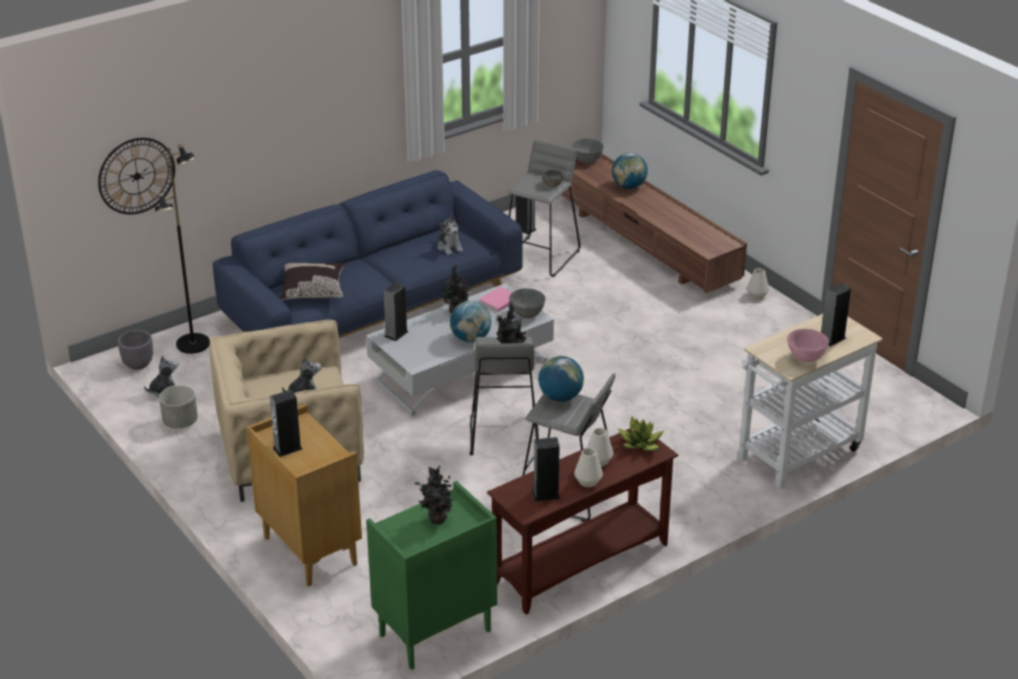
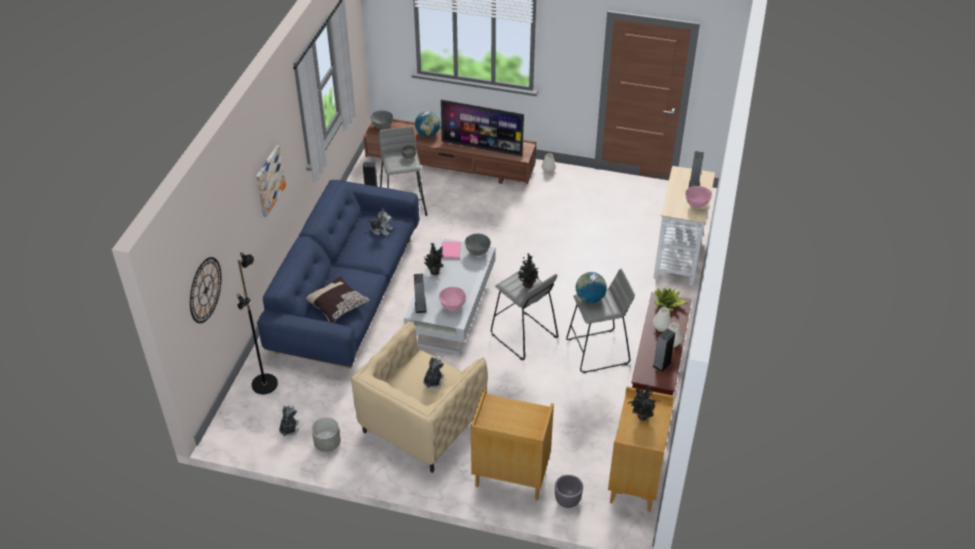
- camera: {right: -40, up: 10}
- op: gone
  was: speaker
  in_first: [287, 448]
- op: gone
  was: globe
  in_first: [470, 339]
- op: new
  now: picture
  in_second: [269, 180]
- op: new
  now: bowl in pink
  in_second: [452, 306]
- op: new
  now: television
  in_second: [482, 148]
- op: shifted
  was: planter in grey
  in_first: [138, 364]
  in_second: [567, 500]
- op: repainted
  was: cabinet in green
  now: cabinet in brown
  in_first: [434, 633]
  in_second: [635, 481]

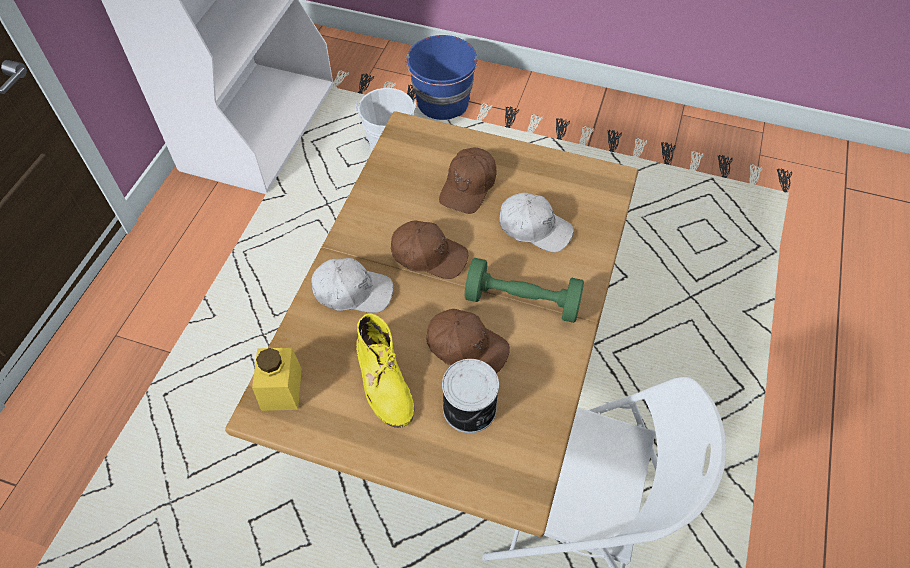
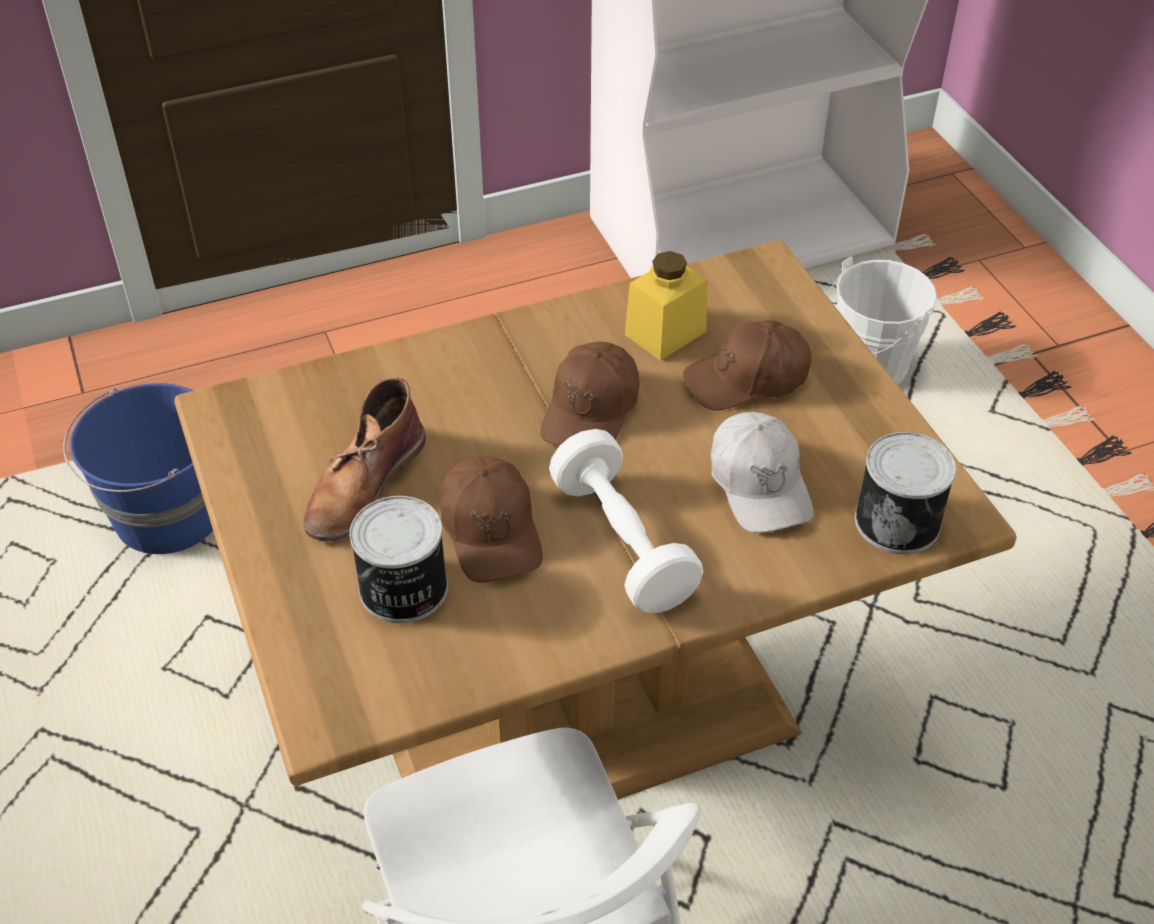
- camera: {right: 50, up: -10}
- op: gone
  was: cap in white
  in_first: [352, 291]
- op: new
  now: can
  in_second: [898, 520]
- op: shifted
  was: jar in yellow
  in_first: [281, 389]
  in_second: [665, 333]
- op: shifted
  was: bucket in blue
  in_first: [443, 103]
  in_second: [166, 516]
- op: repainted
  was: boot in yellow
  now: boot in brown
  in_first: [384, 380]
  in_second: [364, 484]
- op: repainted
  was: dumbbell in green
  now: dumbbell in white
  in_first: [522, 301]
  in_second: [622, 543]
- op: rotated
  was: cap in brown
  in_first: [428, 255]
  in_second: [591, 410]
  clockwise: 45

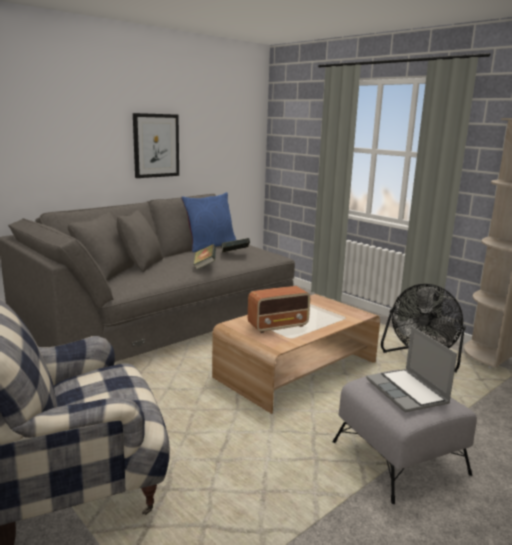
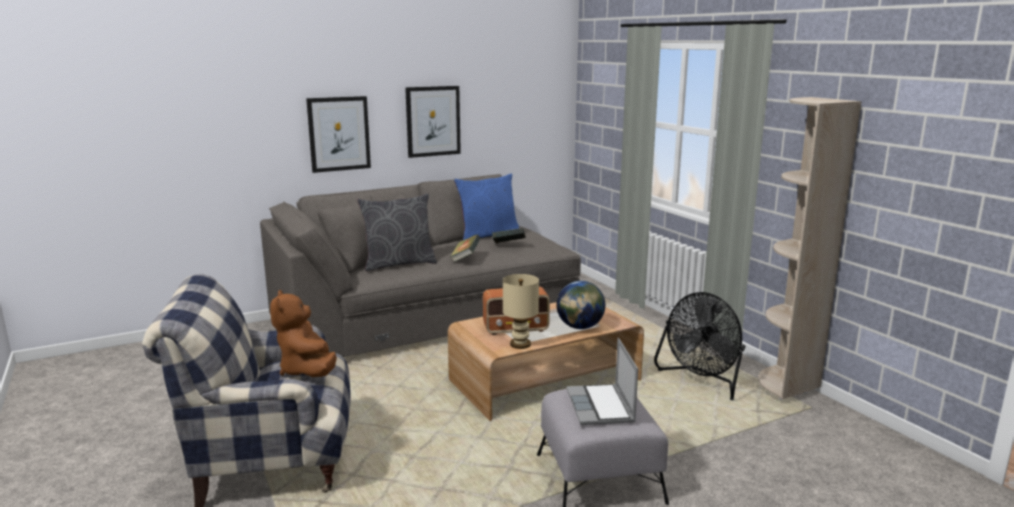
- camera: {right: 15, up: 0}
- op: new
  now: plush toy in brown
  in_second: [307, 370]
- op: new
  now: picture
  in_second: [339, 134]
- op: new
  now: pillow in grey
  in_second: [399, 264]
- op: new
  now: table lamp in beige
  in_second: [520, 344]
- op: new
  now: globe
  in_second: [580, 327]

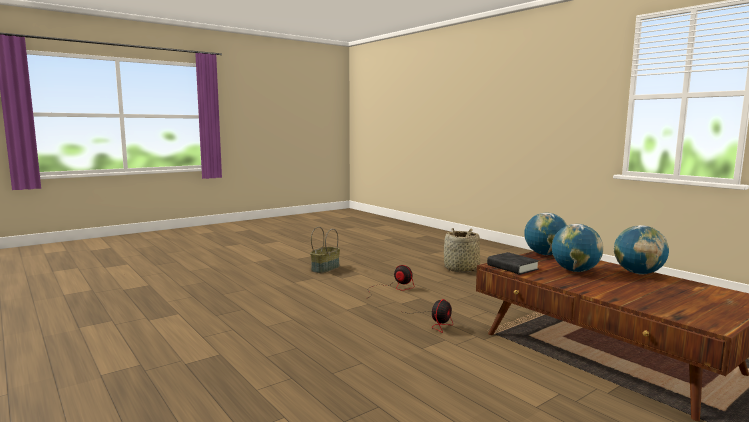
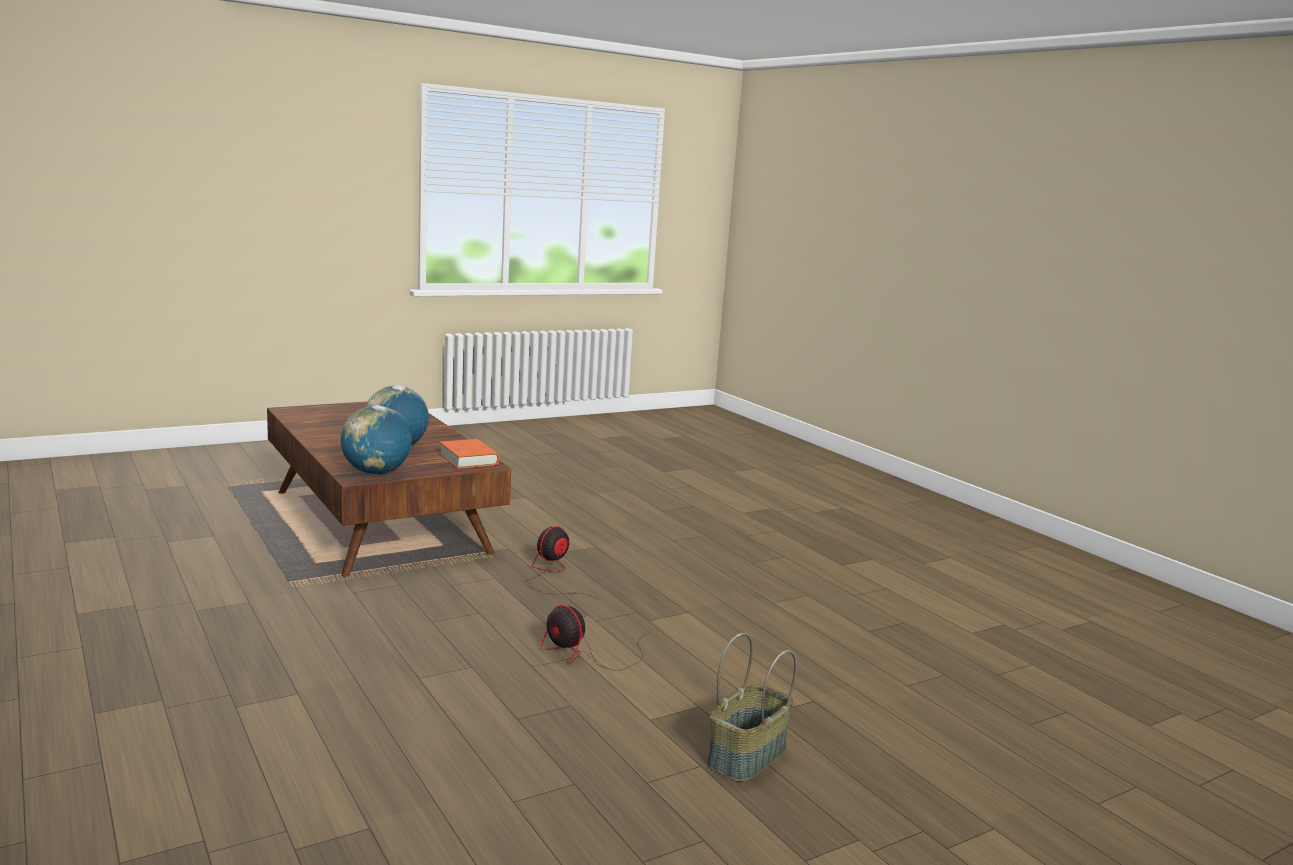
- camera: {right: -175, up: 5}
- op: gone
  was: basket
  in_first: [461, 269]
- op: gone
  was: globe
  in_first: [638, 273]
- op: repainted
  was: book in black
  now: book in orange
  in_first: [512, 267]
  in_second: [468, 459]

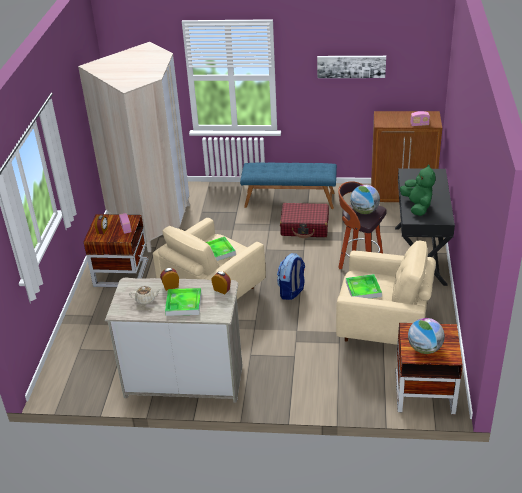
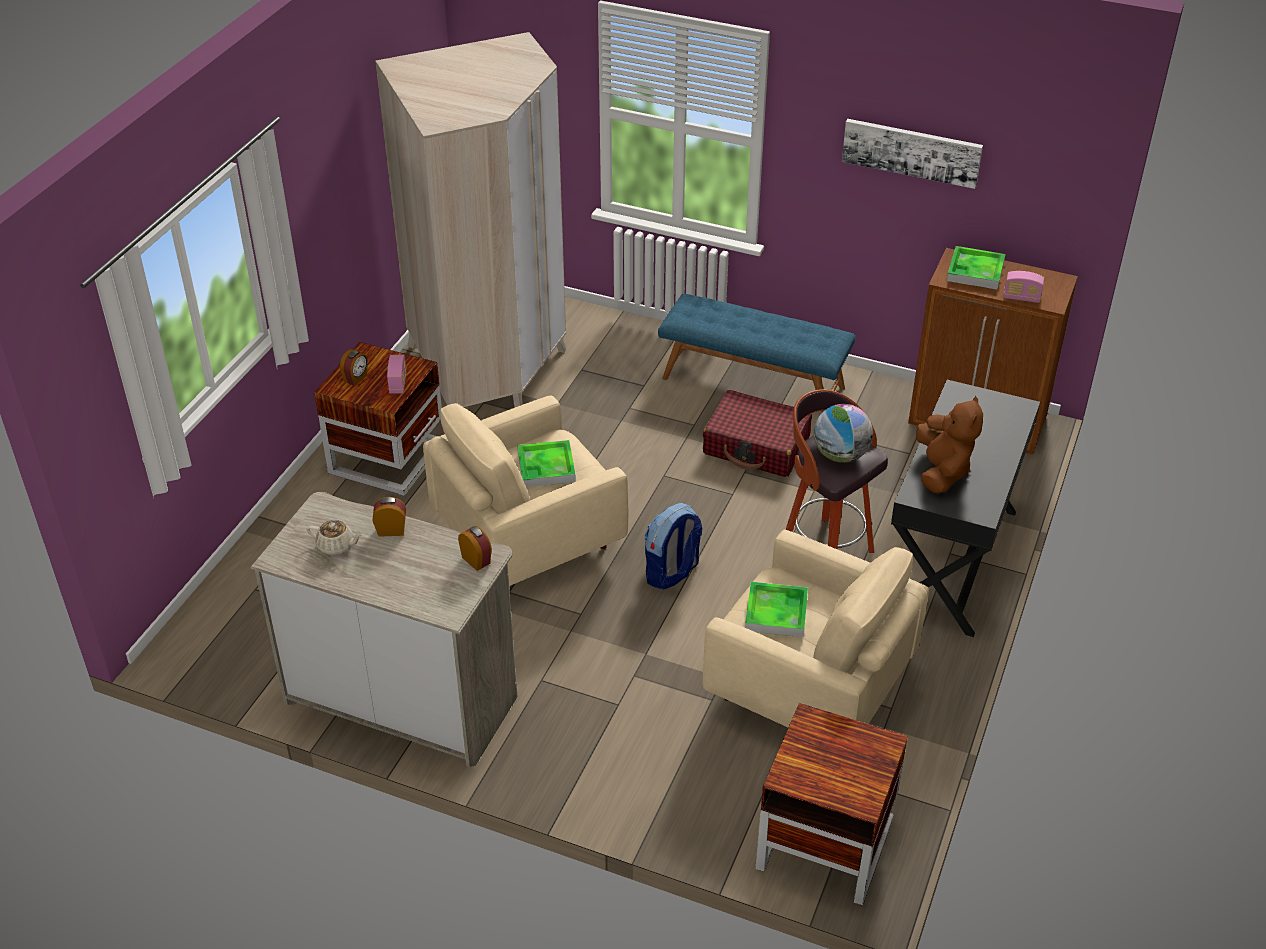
- camera: {right: 15, up: 5}
- op: gone
  was: globe
  in_first: [424, 349]
- op: shifted
  was: tray
  in_first: [183, 304]
  in_second: [975, 271]
- op: repainted
  was: plush toy in green
  now: plush toy in brown
  in_first: [417, 206]
  in_second: [942, 471]

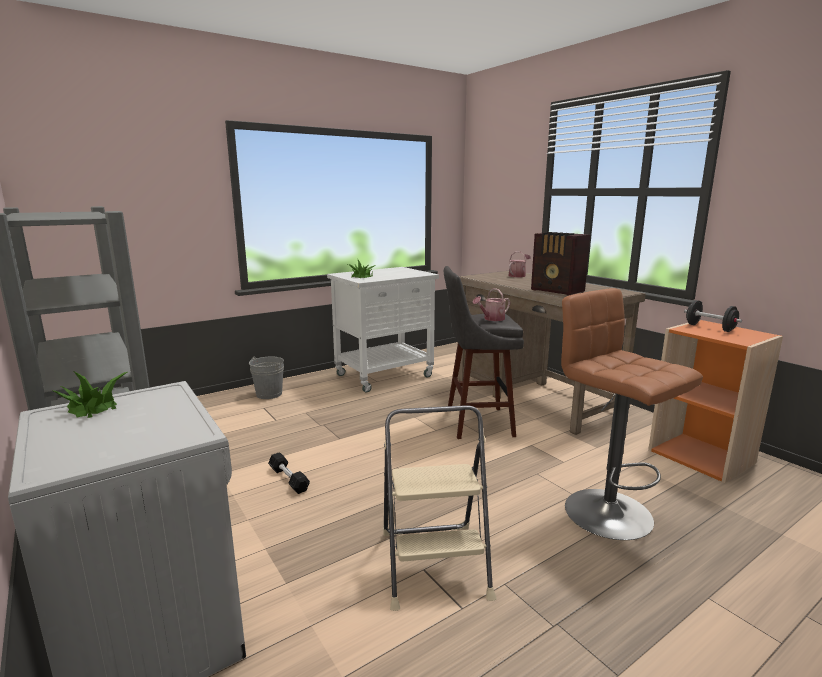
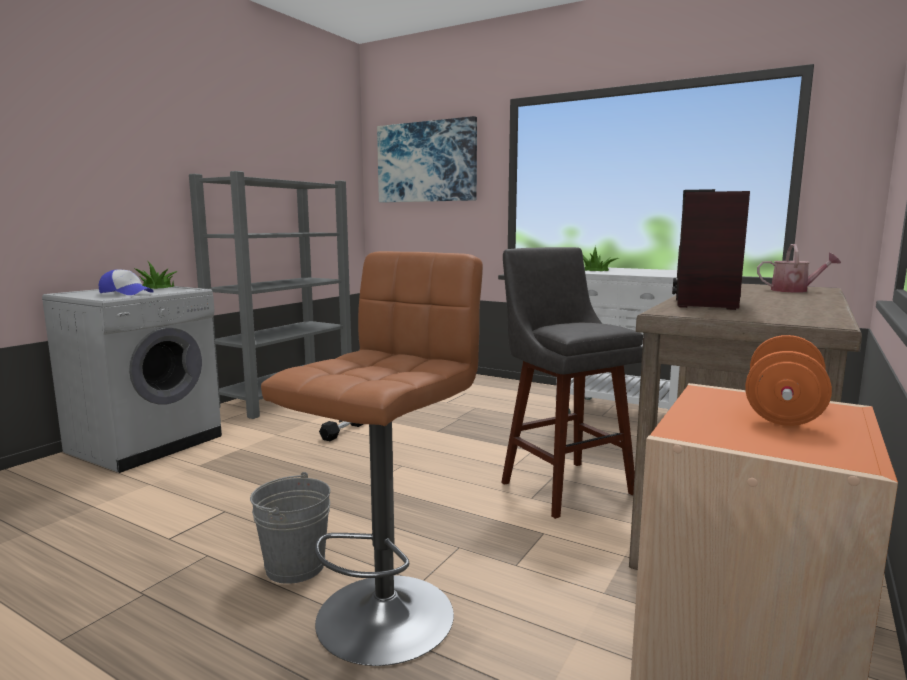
- camera: {right: 65, up: -5}
- op: gone
  was: step ladder in beige
  in_first: [434, 559]
- op: gone
  was: watering can
  in_first: [491, 319]
- op: new
  now: cap
  in_second: [126, 293]
- op: new
  now: picture
  in_second: [426, 162]
- op: shifted
  was: bucket in grey
  in_first: [269, 394]
  in_second: [295, 566]
- op: repainted
  was: dumbbell in black
  now: dumbbell in orange
  in_first: [709, 328]
  in_second: [783, 411]

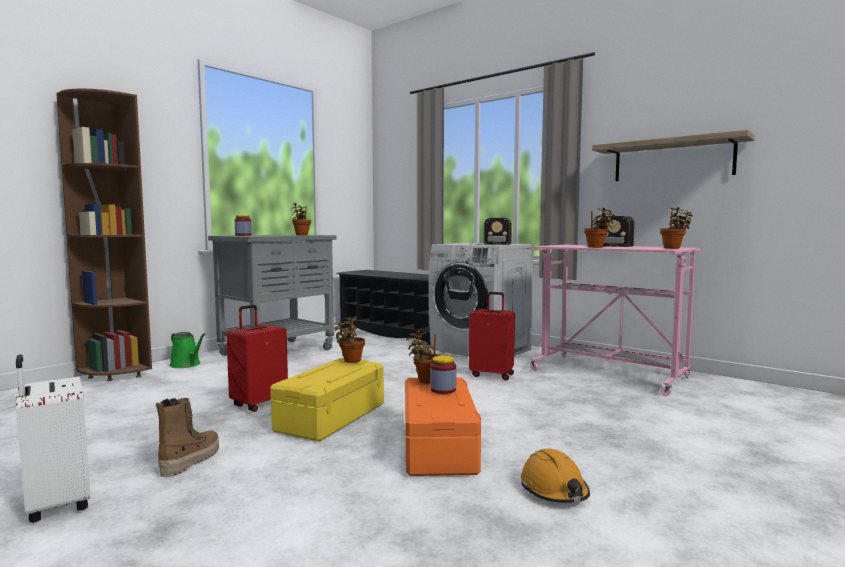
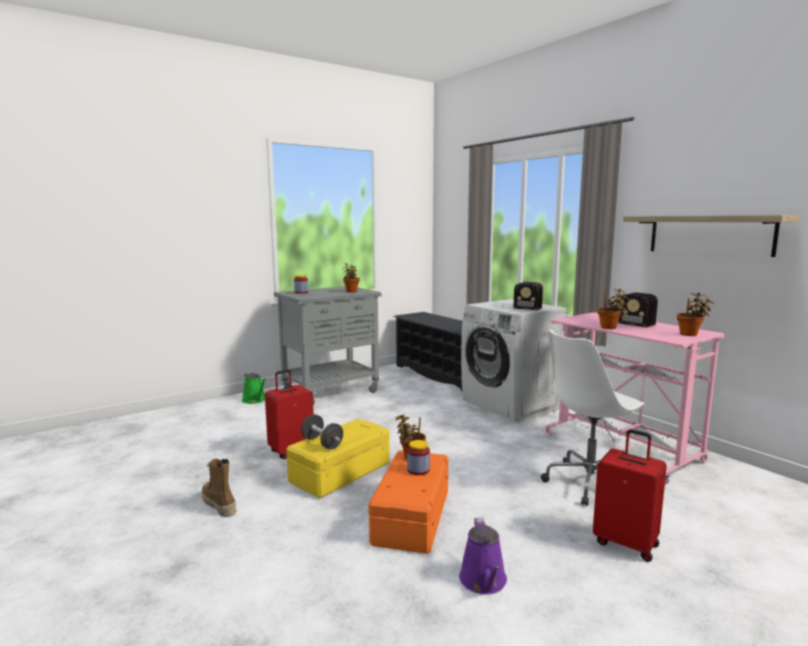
- camera: {right: 15, up: 5}
- op: gone
  was: suitcase in white
  in_first: [56, 505]
- op: gone
  was: bookcase in brown
  in_first: [116, 376]
- op: gone
  was: potted plant
  in_first: [350, 361]
- op: new
  now: dumbbell in black
  in_second: [322, 443]
- op: new
  now: office chair in white
  in_second: [587, 484]
- op: shifted
  was: suitcase in red
  in_first: [492, 375]
  in_second: [626, 543]
- op: swapped
  was: hard hat in orange
  now: watering can in purple
  in_first: [554, 490]
  in_second: [484, 582]
- op: rotated
  was: boot
  in_first: [190, 461]
  in_second: [219, 505]
  clockwise: -75

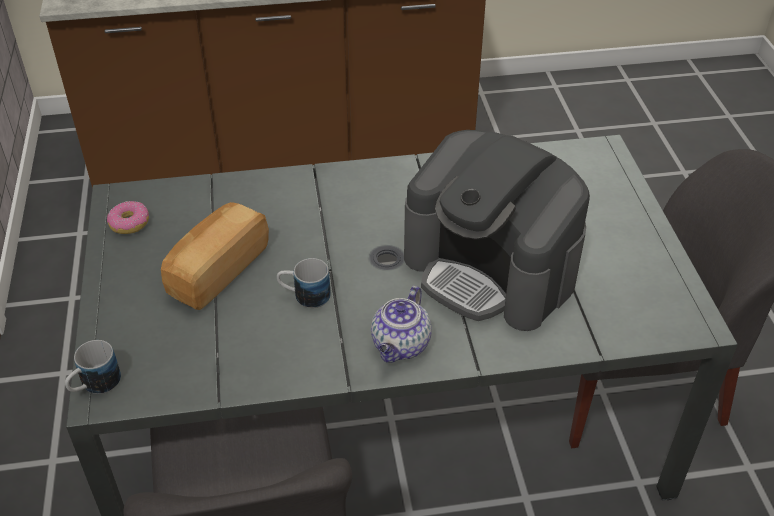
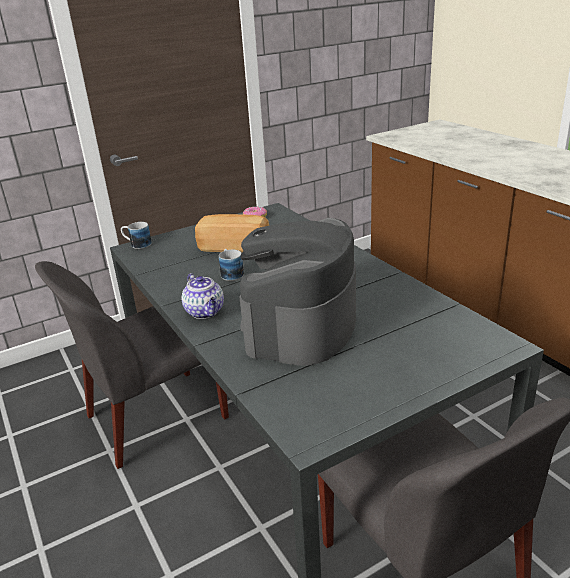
- camera: {right: 70, up: -15}
- op: rotated
  was: teapot
  in_first: [401, 346]
  in_second: [205, 312]
  clockwise: -120

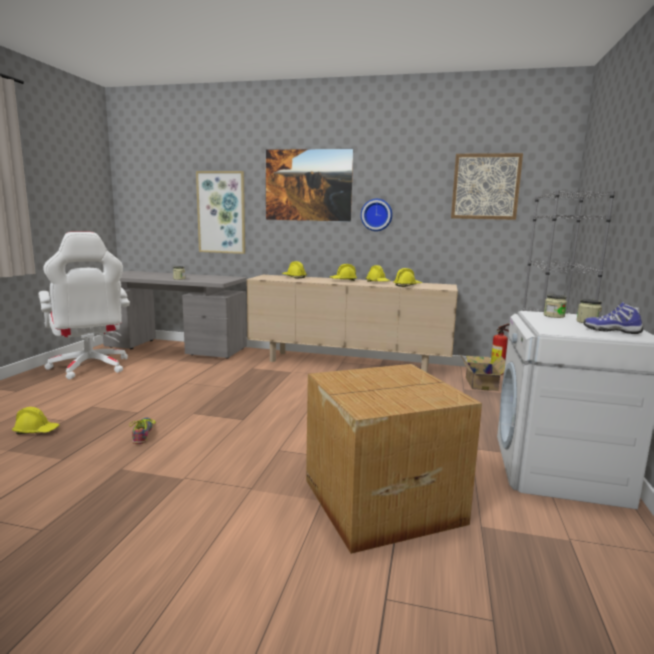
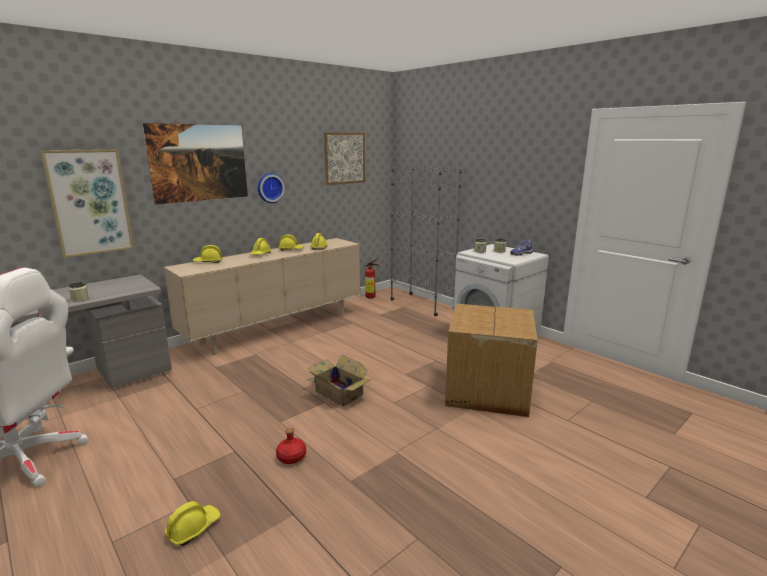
- camera: {right: -55, up: 5}
- op: shifted
  was: cardboard box
  in_first: [481, 383]
  in_second: [338, 392]
- op: swapped
  was: shoe
  now: bottle in red
  in_first: [142, 434]
  in_second: [291, 457]

